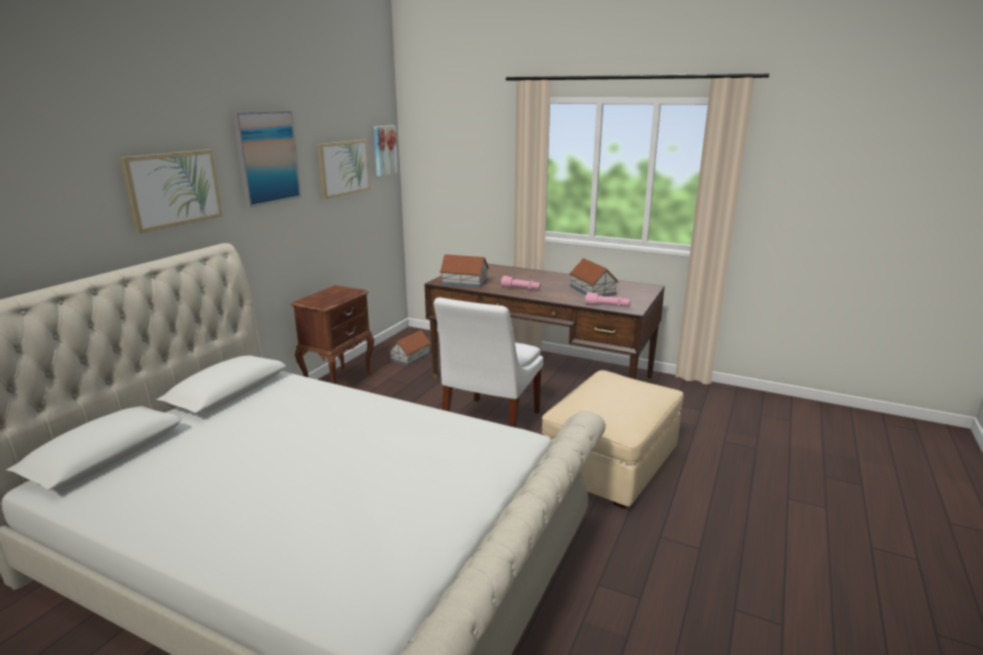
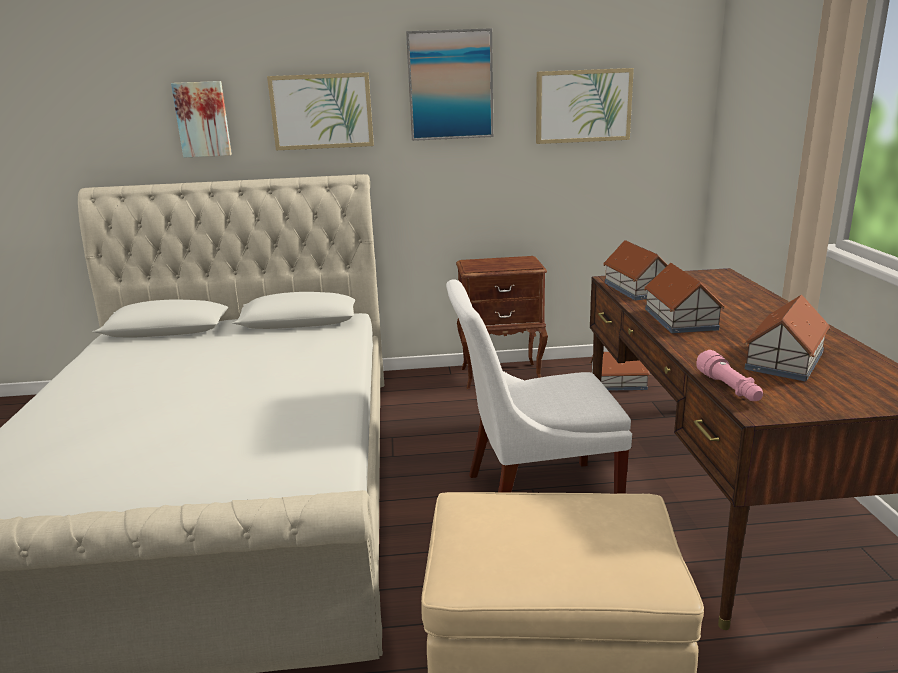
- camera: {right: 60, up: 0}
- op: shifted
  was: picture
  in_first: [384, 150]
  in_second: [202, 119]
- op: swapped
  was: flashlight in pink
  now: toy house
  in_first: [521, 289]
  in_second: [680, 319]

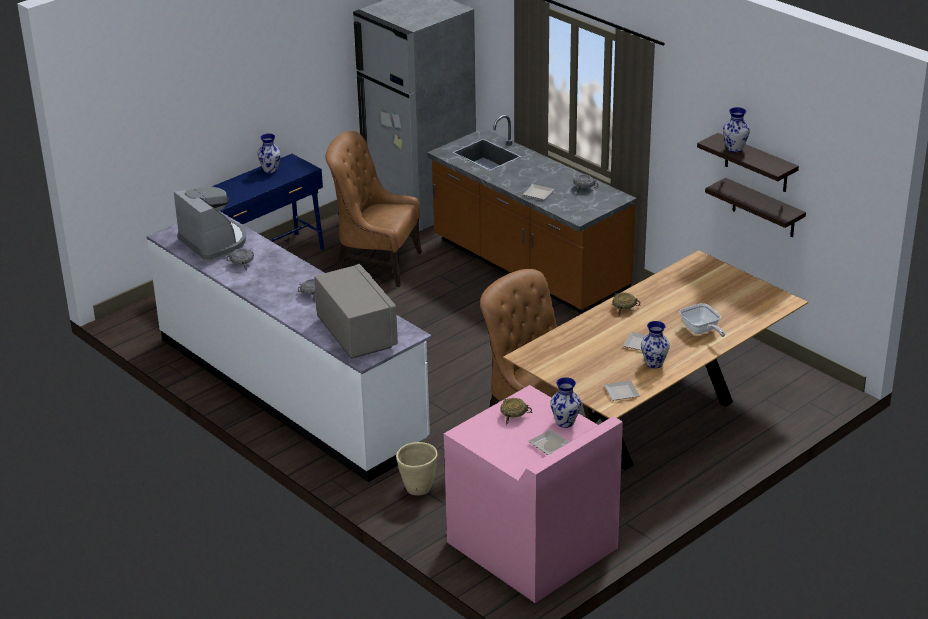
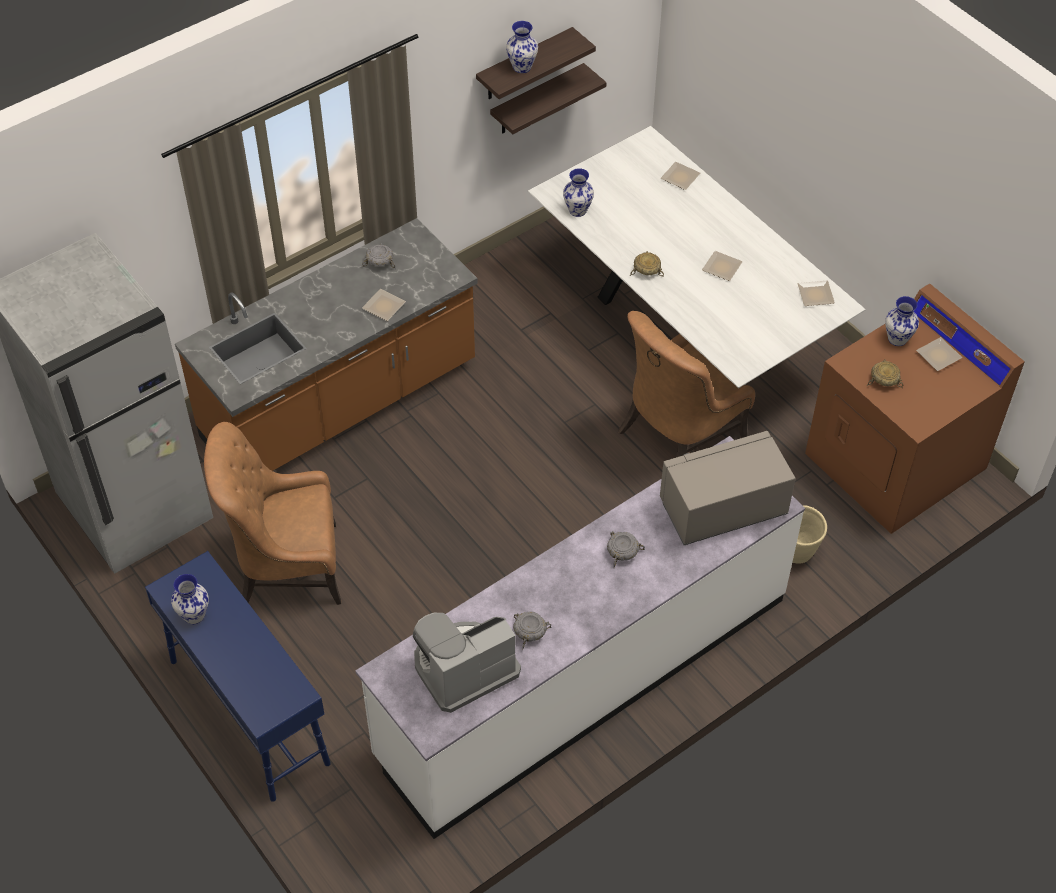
- camera: {right: -85, up: 20}
- op: gone
  was: frying pan
  in_first: [701, 331]
- op: new
  now: plate
  in_second: [680, 176]
- op: shifted
  was: vase
  in_first: [654, 364]
  in_second: [578, 210]
- op: repainted
  was: washing machine in pink
  now: washing machine in brown
  in_first: [530, 545]
  in_second: [896, 462]
- op: repainted
  was: dining table in brown
  now: dining table in white
  in_first: [654, 419]
  in_second: [682, 331]
- op: rotated
  was: chair in brown
  in_first: [375, 264]
  in_second: [286, 568]
  clockwise: 60

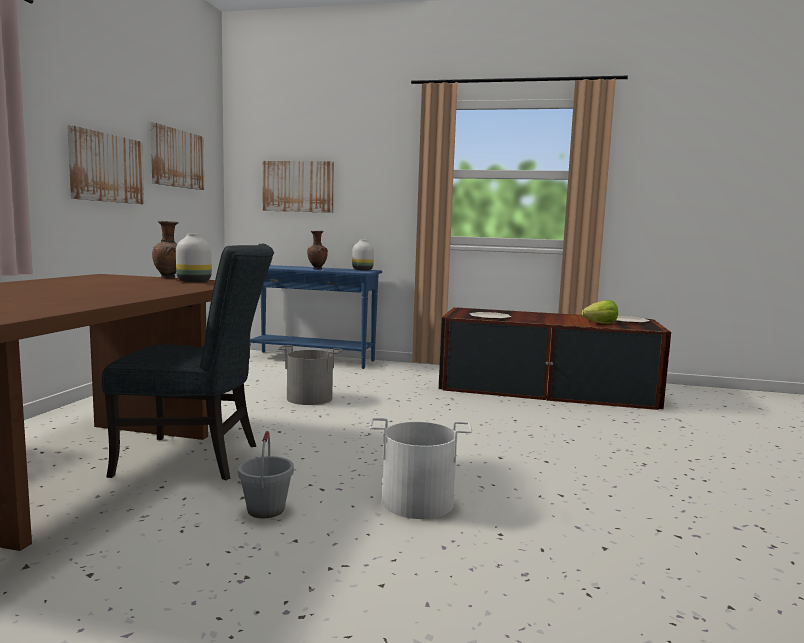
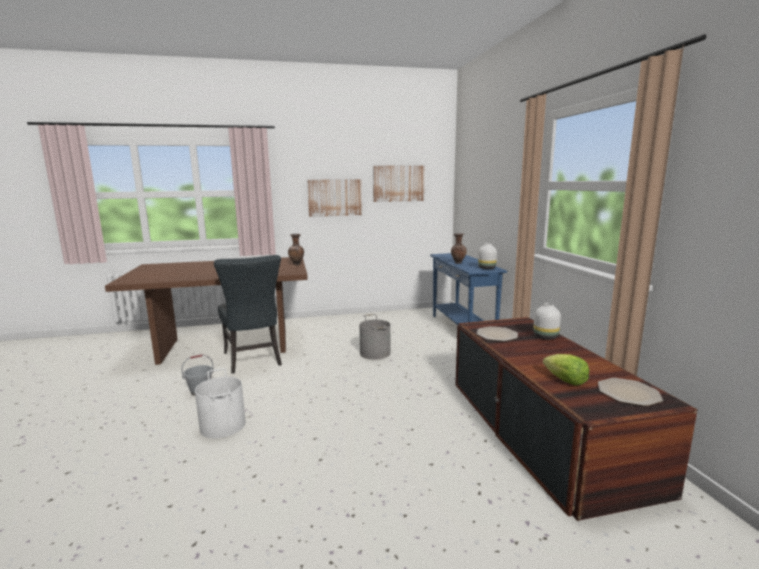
- camera: {right: 65, up: 5}
- op: gone
  was: picture
  in_first: [298, 186]
- op: shifted
  was: vase in white
  in_first: [195, 281]
  in_second: [546, 337]

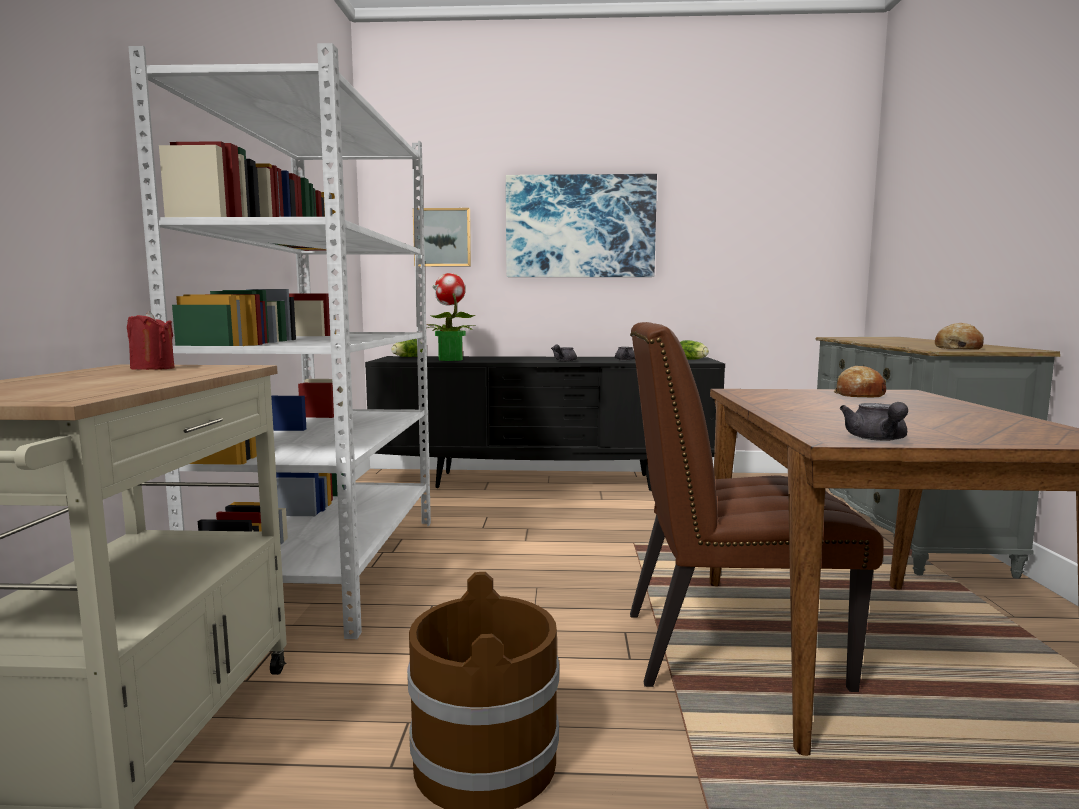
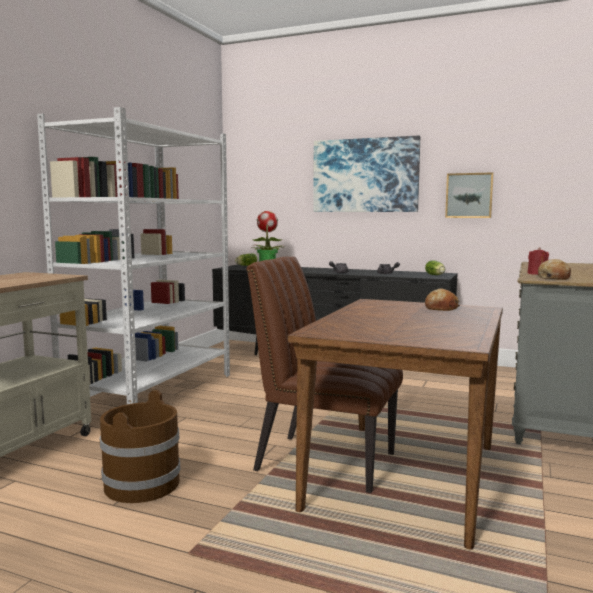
- camera: {right: 20, up: 0}
- op: gone
  was: teapot in grey
  in_first: [877, 439]
- op: shifted
  was: candle in red
  in_first: [152, 368]
  in_second: [537, 274]
- op: shifted
  was: picture
  in_first: [442, 237]
  in_second: [469, 195]

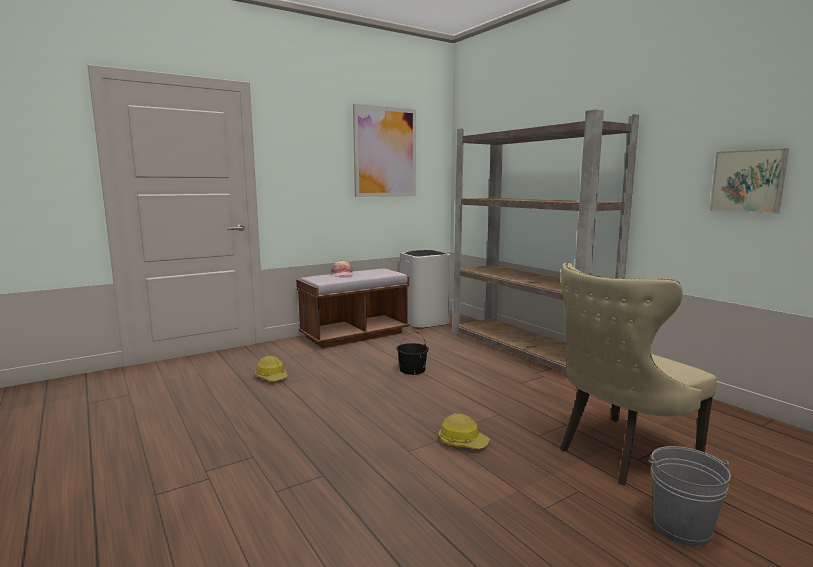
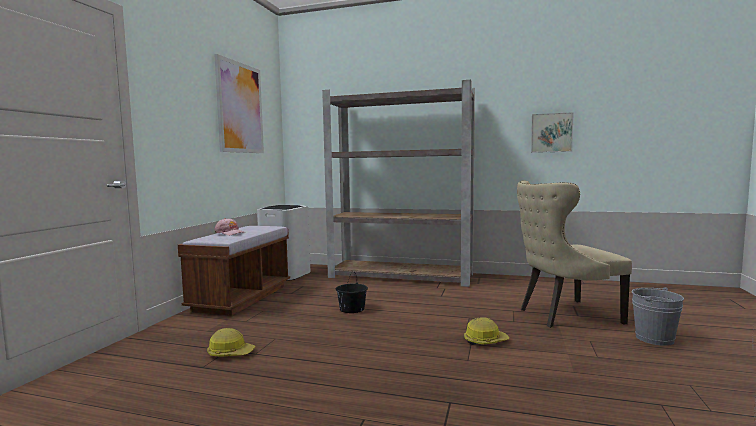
- camera: {right: -40, up: -5}
- op: rotated
  was: chair in beige
  in_first: [620, 452]
  in_second: [564, 315]
  clockwise: 60

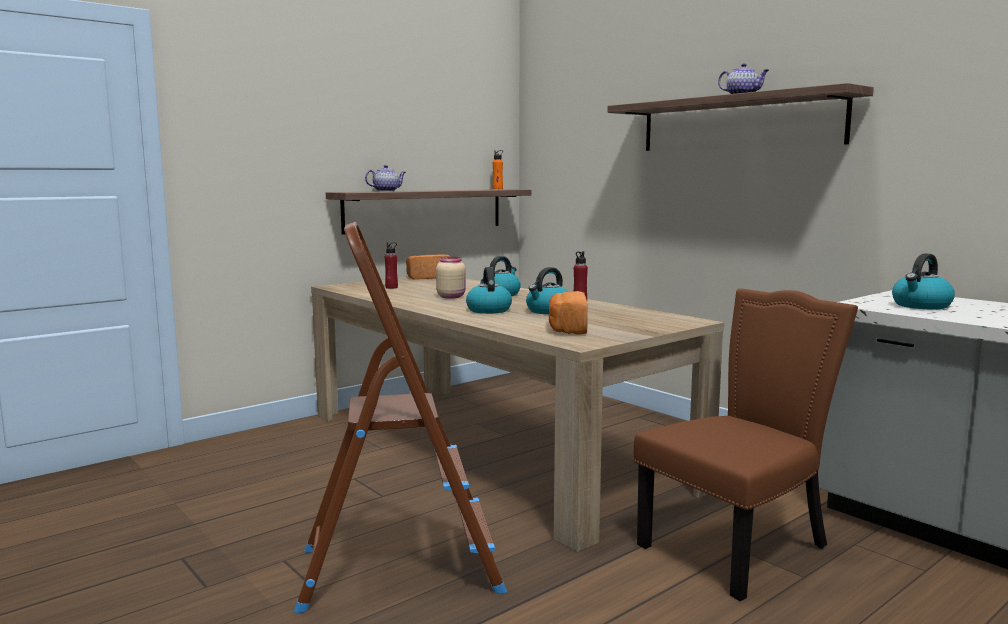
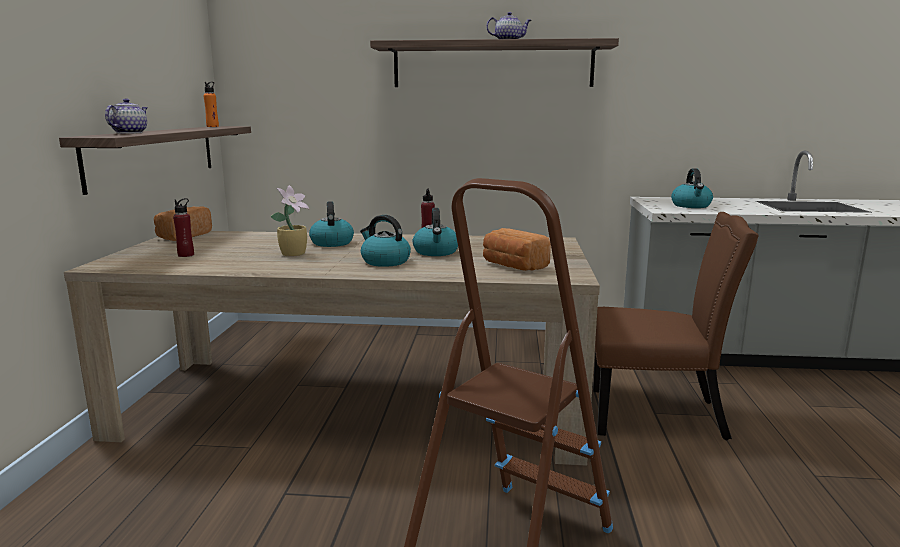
- camera: {right: -45, up: 5}
- op: swapped
  was: jar in beige
  now: potted plant
  in_first: [451, 296]
  in_second: [294, 254]
- op: rotated
  was: chair in brown
  in_first: [734, 550]
  in_second: [653, 414]
  clockwise: 90

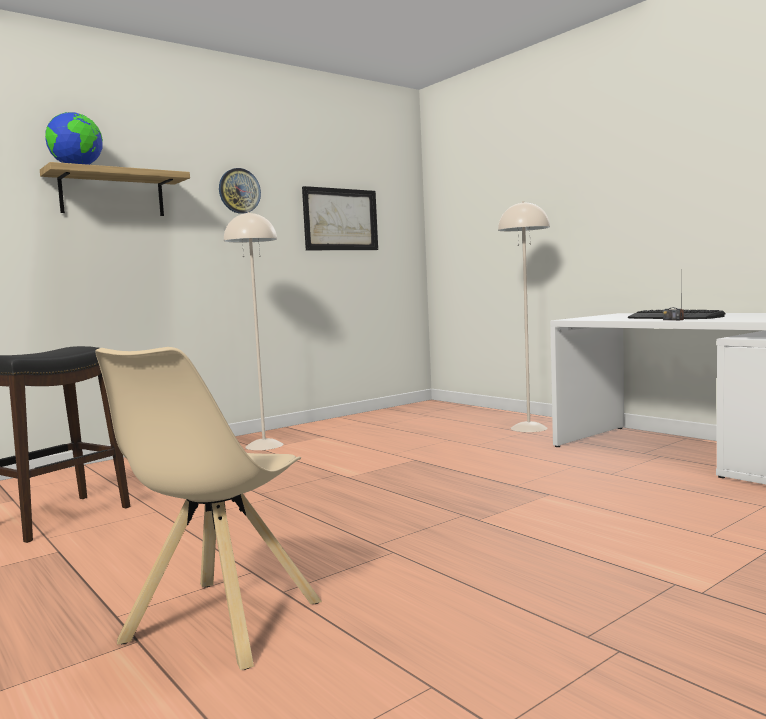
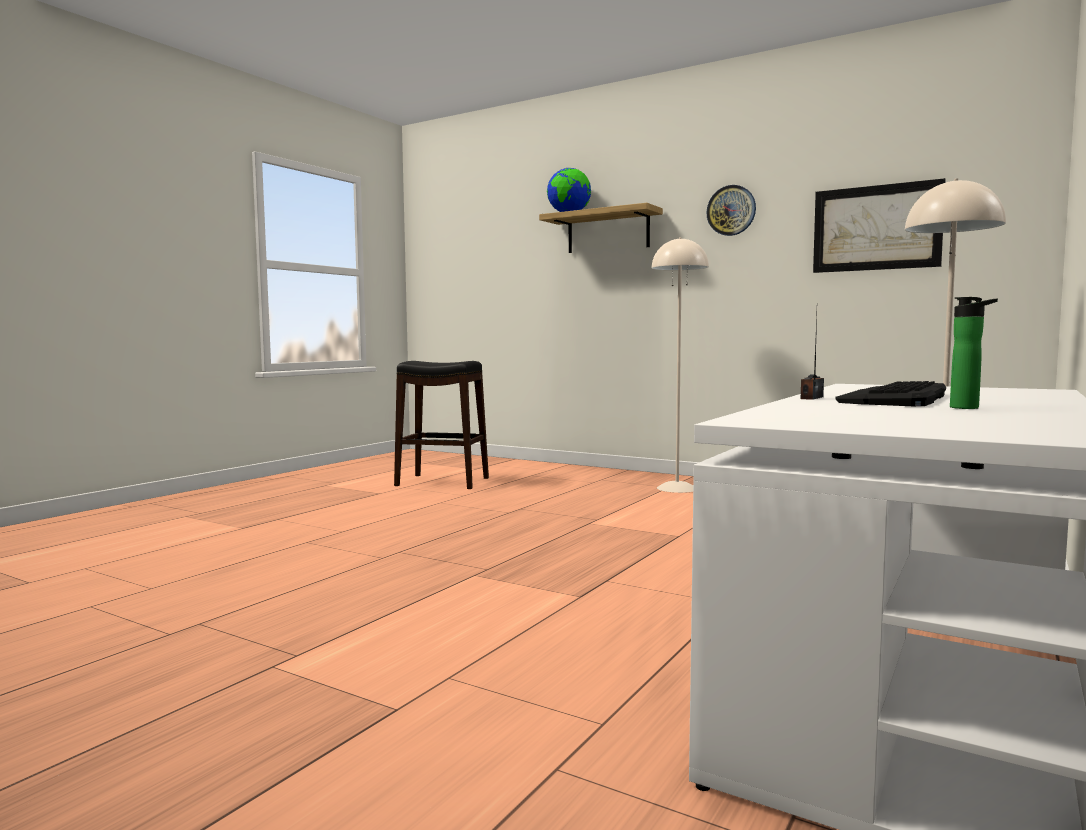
- camera: {right: 70, up: 0}
- op: gone
  was: chair in beige
  in_first: [219, 624]
- op: new
  now: bottle
  in_second: [969, 408]

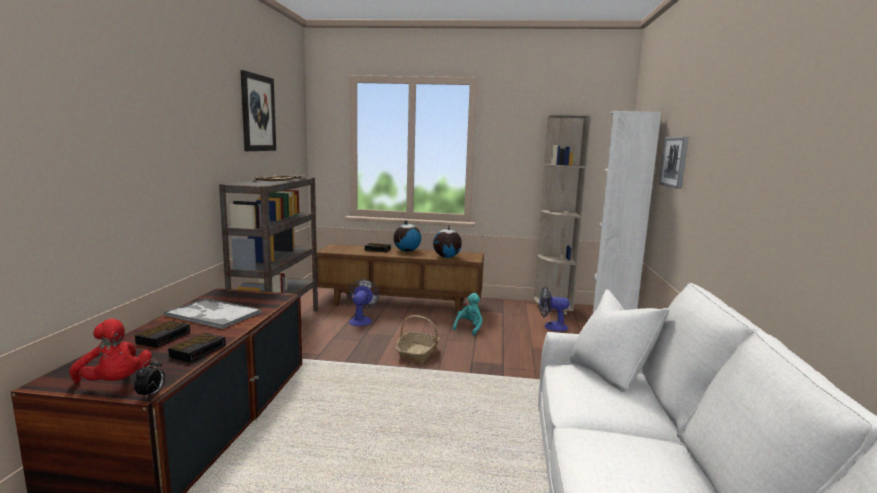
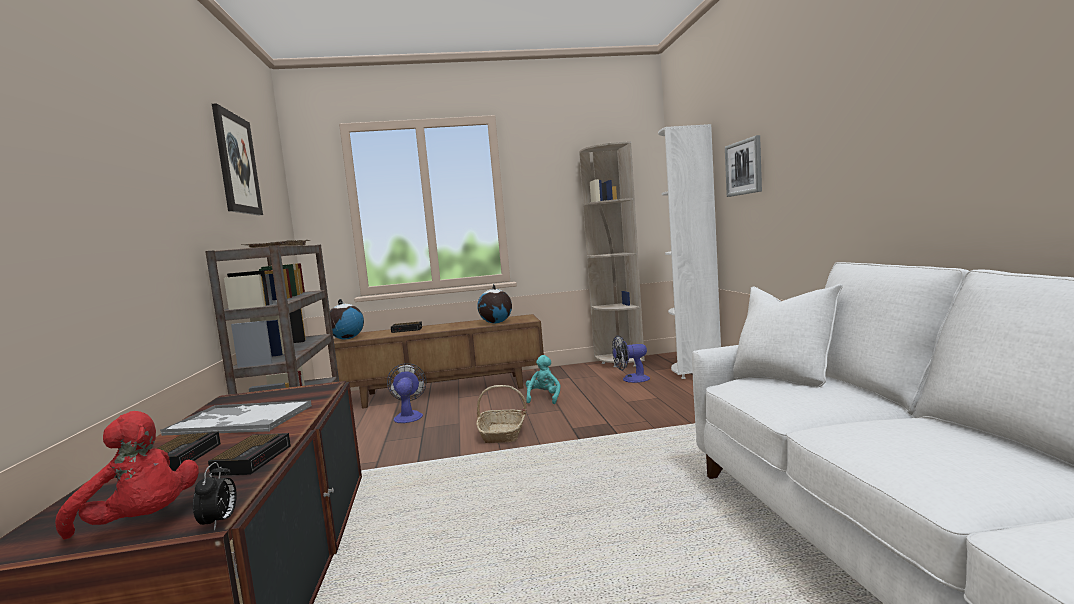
- camera: {right: -15, up: -5}
- op: shifted
  was: globe
  in_first: [406, 251]
  in_second: [347, 339]

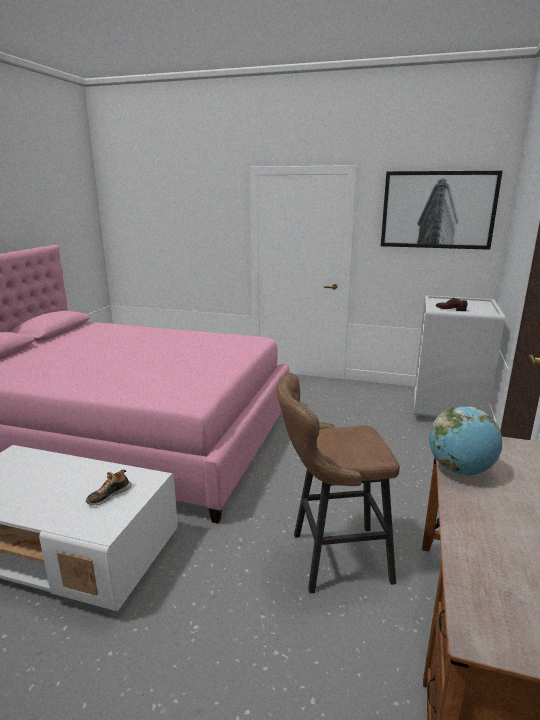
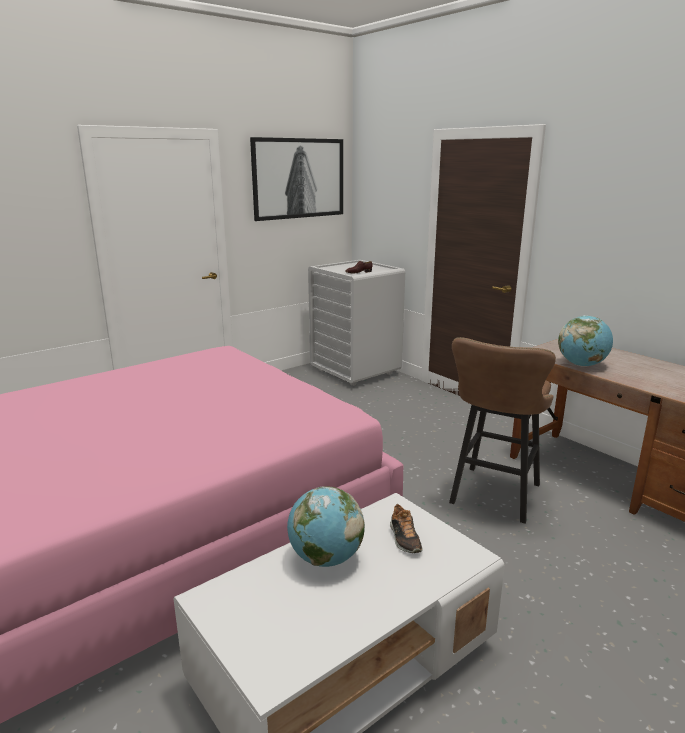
- camera: {right: -55, up: 0}
- op: new
  now: globe
  in_second: [325, 558]

